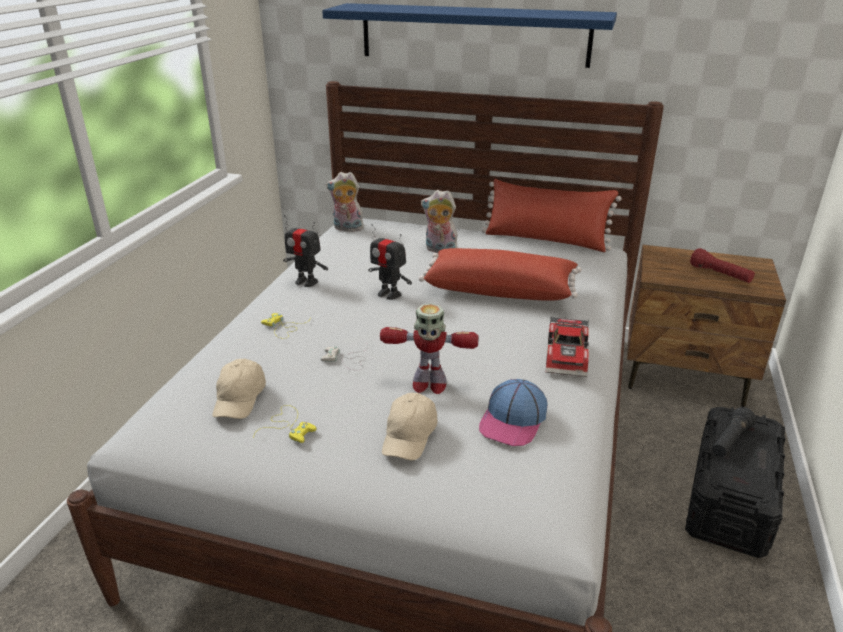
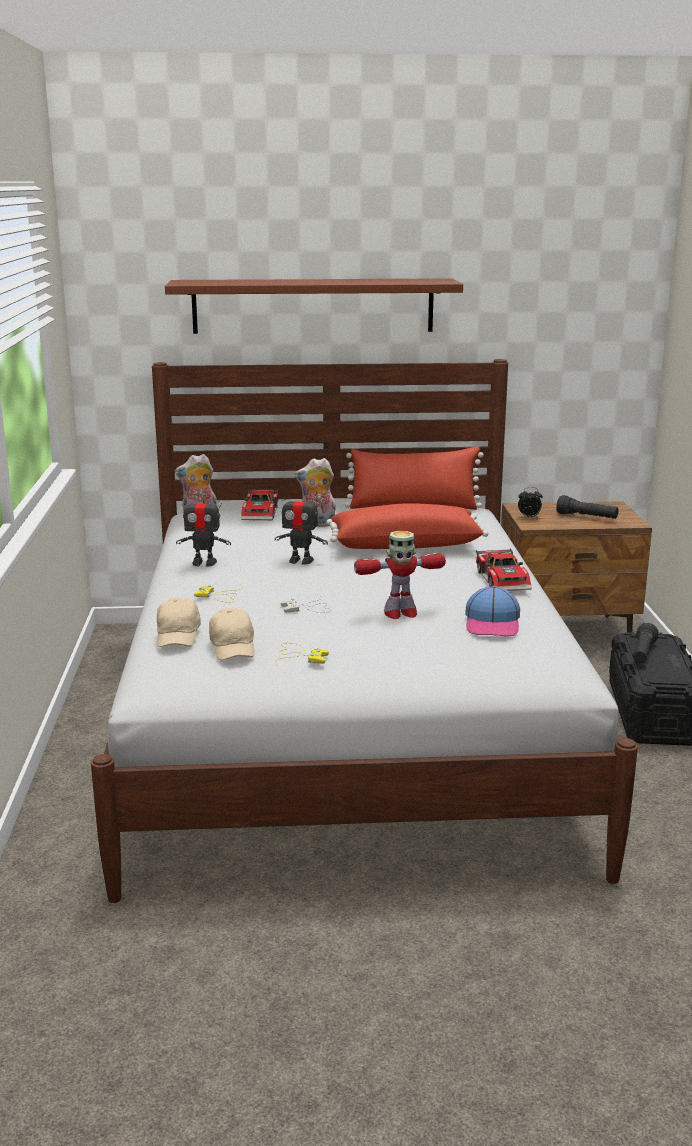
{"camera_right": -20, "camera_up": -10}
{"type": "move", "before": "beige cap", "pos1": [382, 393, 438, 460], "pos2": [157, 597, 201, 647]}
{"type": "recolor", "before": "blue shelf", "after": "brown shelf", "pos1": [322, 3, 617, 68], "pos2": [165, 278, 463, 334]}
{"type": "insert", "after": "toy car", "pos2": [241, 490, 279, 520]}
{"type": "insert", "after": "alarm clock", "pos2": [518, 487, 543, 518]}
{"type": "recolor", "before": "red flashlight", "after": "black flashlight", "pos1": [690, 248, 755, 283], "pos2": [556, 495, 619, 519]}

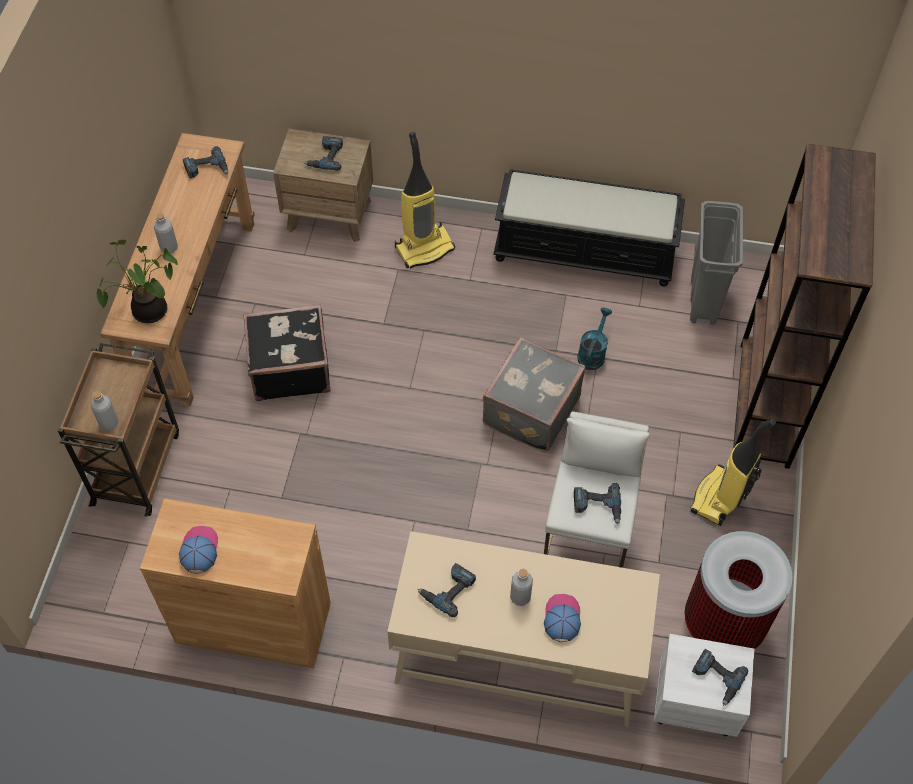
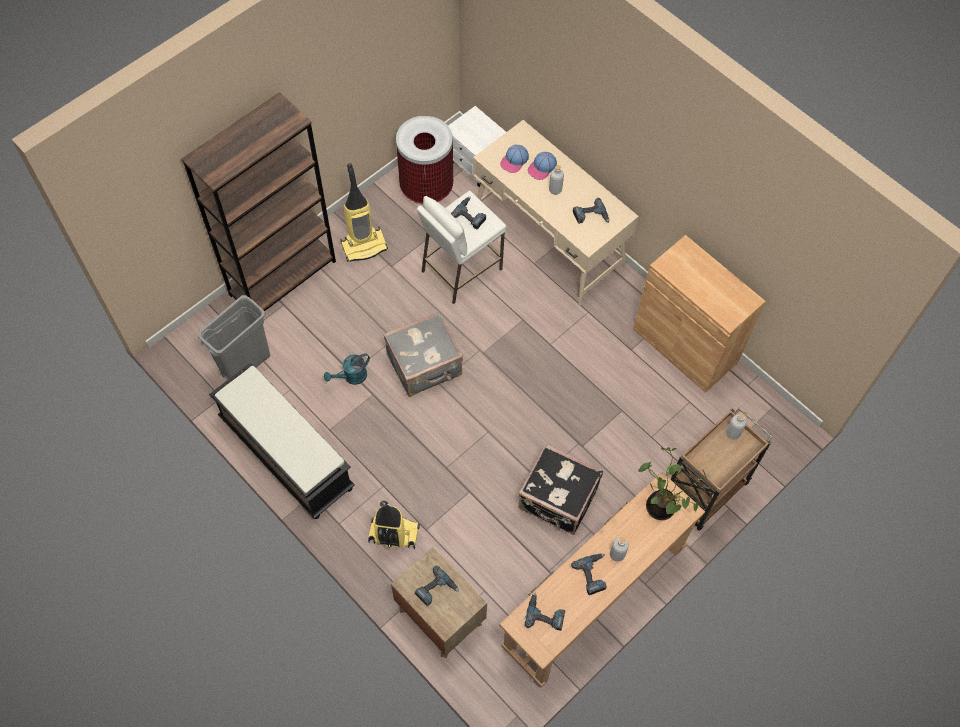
{"camera_right": -145, "camera_up": 5}
{"type": "move", "before": "cap", "pos1": [179, 526, 218, 574], "pos2": [500, 145, 529, 173]}
{"type": "move", "before": "power drill", "pos1": [692, 649, 748, 706], "pos2": [571, 553, 607, 595]}

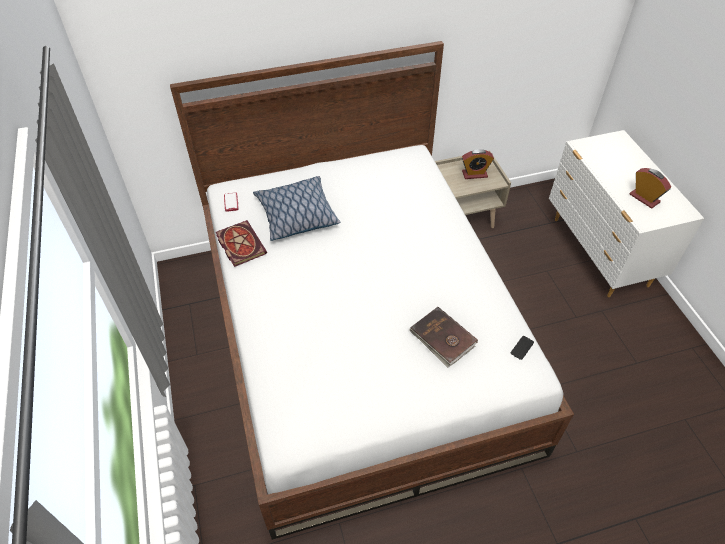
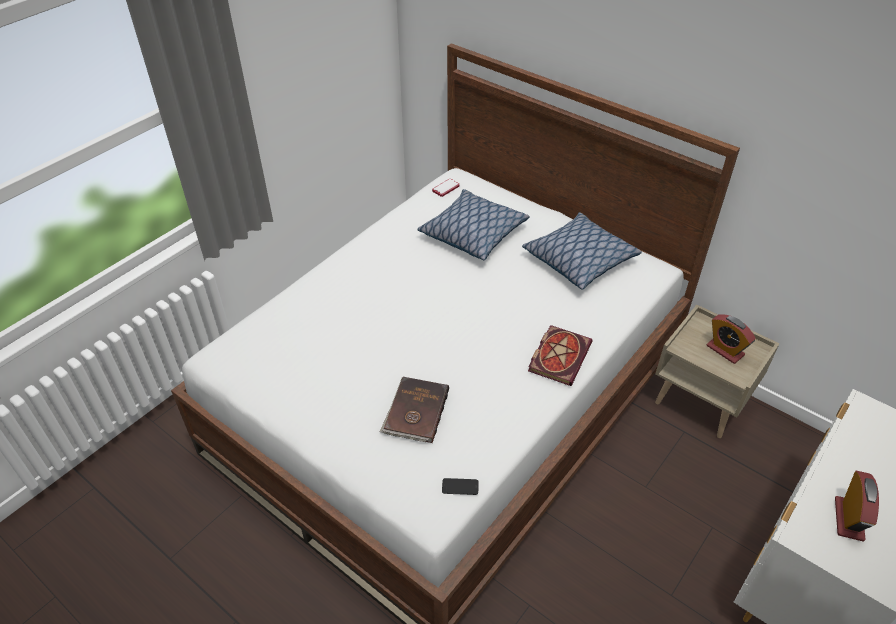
{"camera_right": 55, "camera_up": -5}
{"type": "insert", "after": "pillow", "pos2": [522, 212, 642, 290]}
{"type": "move", "before": "book", "pos1": [216, 220, 267, 267], "pos2": [528, 325, 593, 386]}

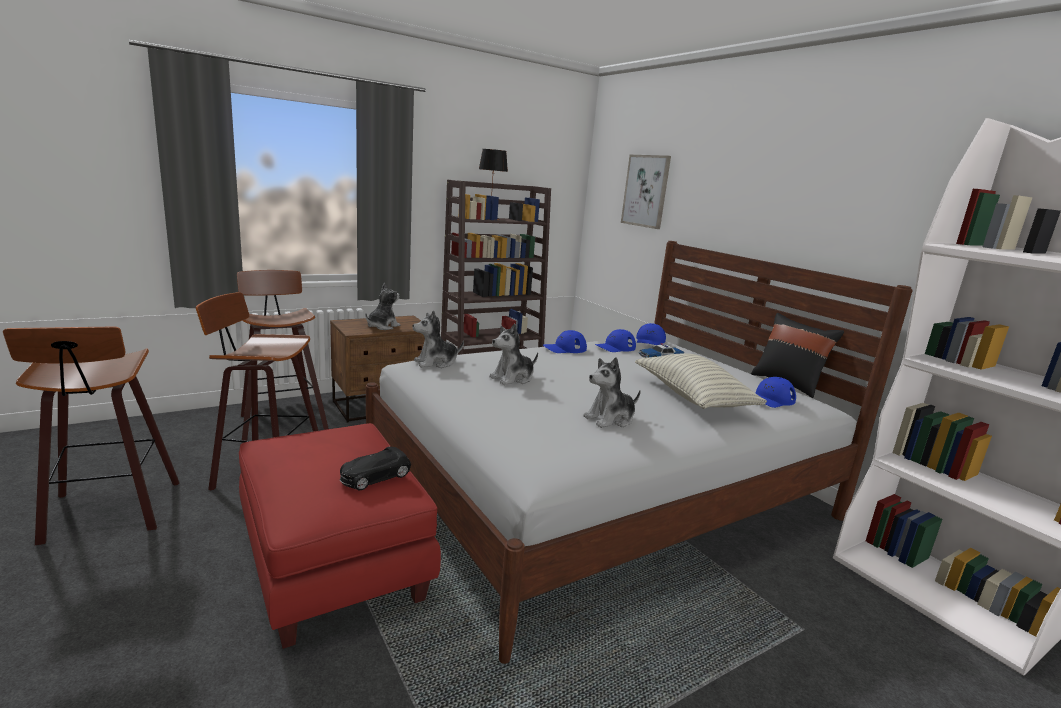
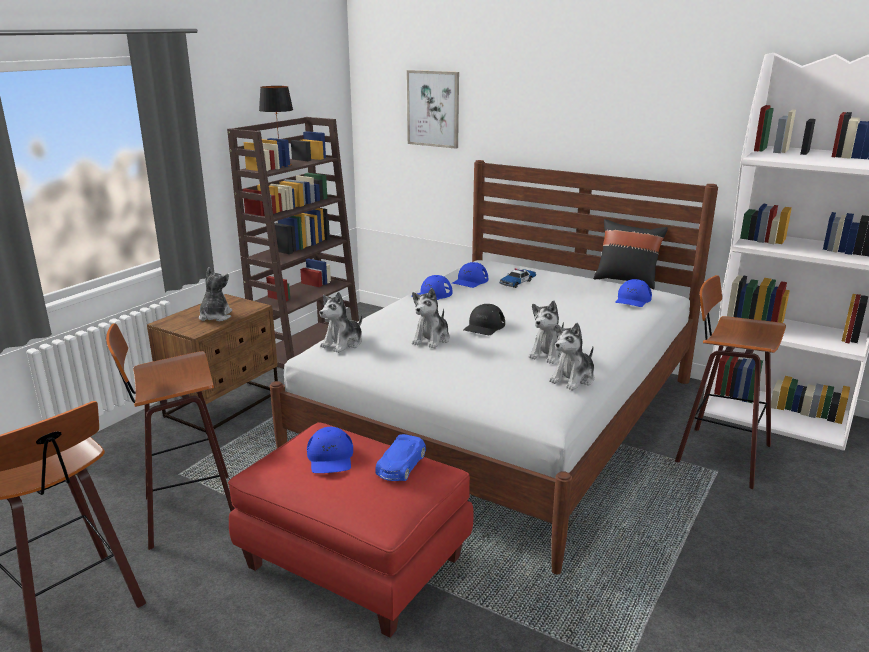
{"camera_right": -25, "camera_up": 5}
{"type": "move", "before": "blue cap", "pos1": [636, 323, 666, 345], "pos2": [307, 427, 353, 473]}
{"type": "recolor", "before": "black toy car", "after": "blue toy car", "pos1": [340, 447, 411, 491], "pos2": [375, 434, 426, 481]}
{"type": "insert", "after": "black cap", "pos2": [463, 304, 505, 335]}
{"type": "insert", "after": "plush toy", "pos2": [549, 323, 594, 390]}
{"type": "move", "before": "stool", "pos1": [237, 270, 329, 443], "pos2": [675, 275, 786, 489]}
{"type": "delete", "before": "pillow", "pos1": [635, 353, 767, 409]}

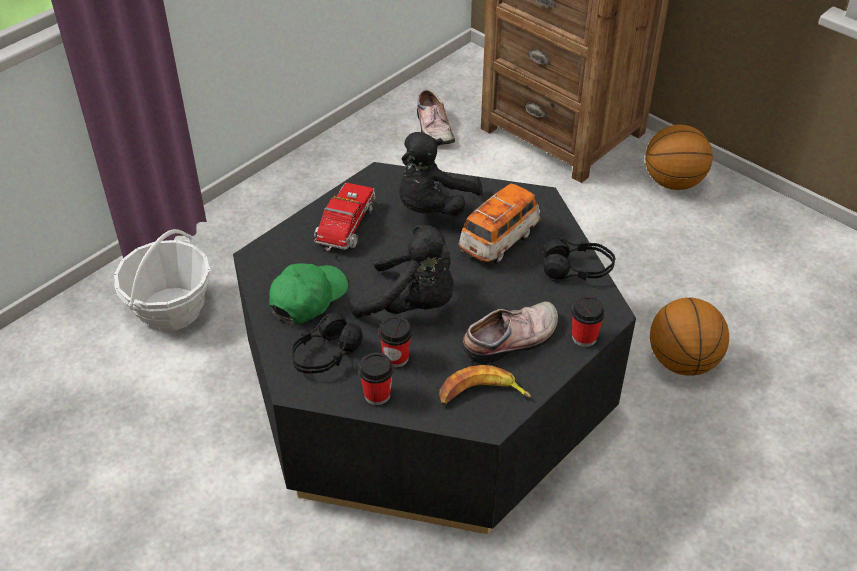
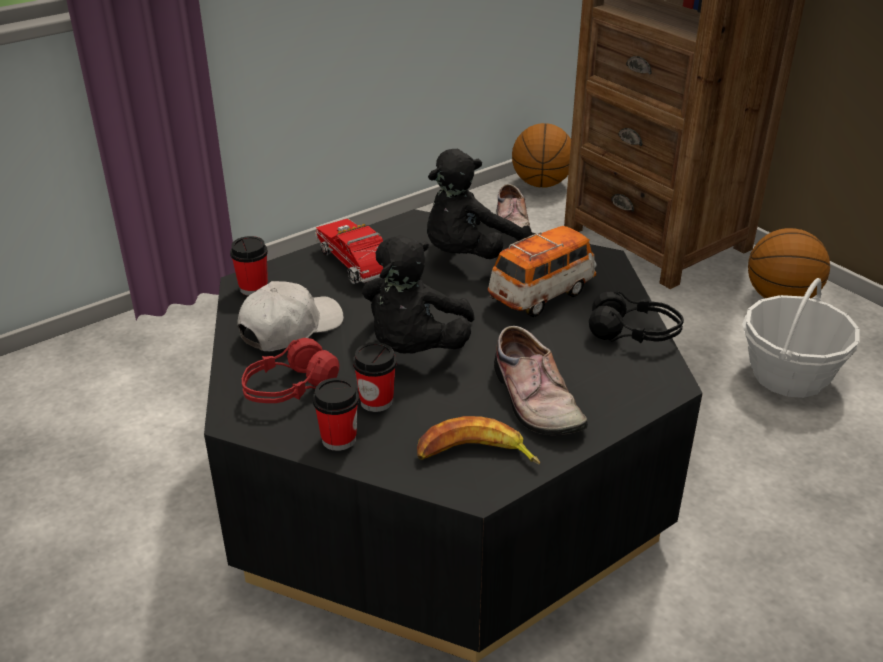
{"camera_right": 10, "camera_up": -10}
{"type": "move", "before": "cup", "pos1": [572, 296, 605, 347], "pos2": [230, 236, 268, 296]}
{"type": "recolor", "before": "green cap", "after": "white cap", "pos1": [269, 263, 348, 324], "pos2": [237, 281, 344, 351]}
{"type": "recolor", "before": "black headphones", "after": "red headphones", "pos1": [292, 313, 363, 374], "pos2": [242, 338, 340, 403]}
{"type": "rotate", "before": "toy truck", "pos1": [314, 183, 376, 251], "pos2": [315, 219, 383, 284], "turn": -60}
{"type": "rotate", "before": "black plush toy", "pos1": [350, 224, 454, 318], "pos2": [362, 235, 475, 353], "turn": 75}
{"type": "rotate", "before": "shoe", "pos1": [462, 301, 558, 364], "pos2": [494, 326, 588, 435], "turn": 90}
{"type": "move", "before": "basketball", "pos1": [650, 298, 729, 376], "pos2": [512, 123, 571, 188]}
{"type": "move", "before": "basket", "pos1": [114, 229, 210, 331], "pos2": [742, 278, 860, 398]}

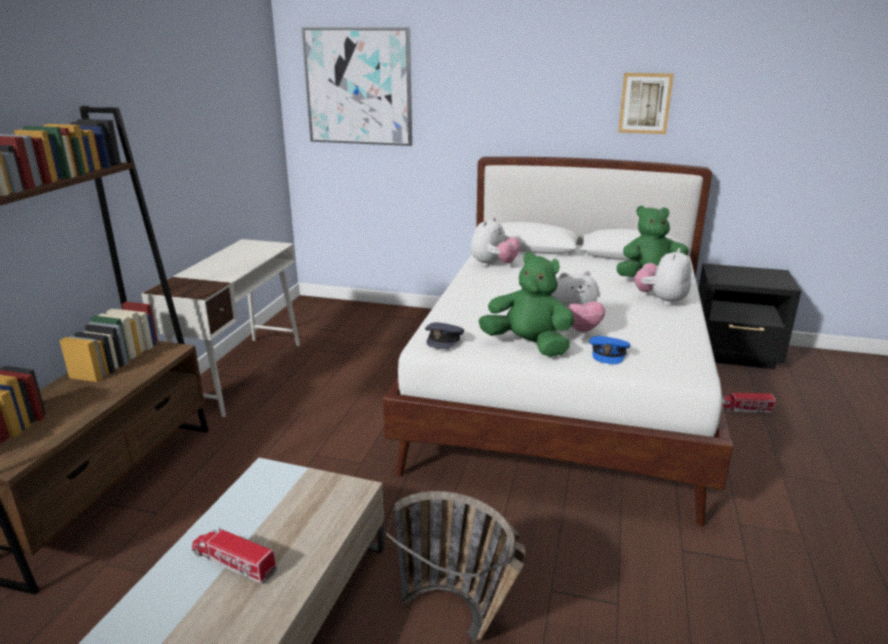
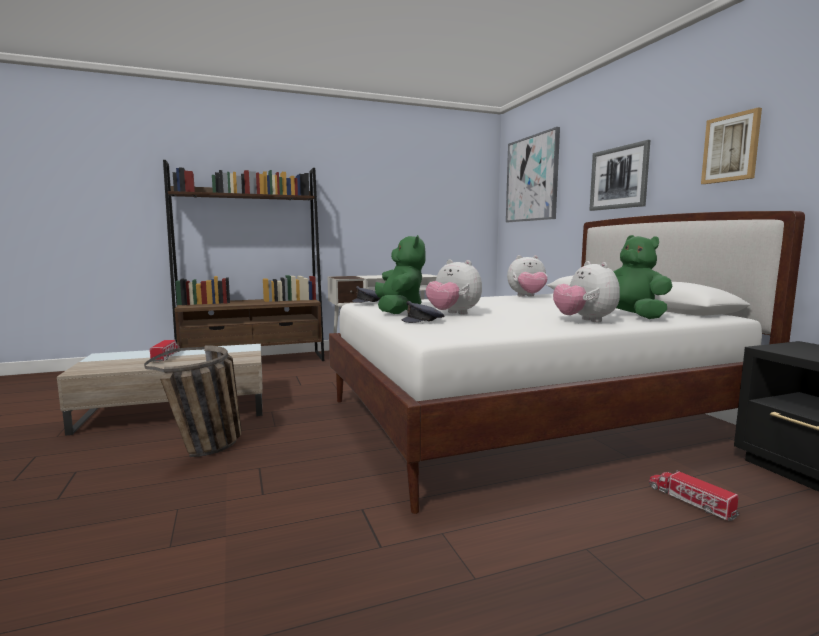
{"camera_right": 55, "camera_up": -15}
{"type": "recolor", "before": "blue cap", "after": "grey cap", "pos1": [589, 336, 630, 364], "pos2": [401, 301, 444, 323]}
{"type": "rotate", "before": "plush toy", "pos1": [635, 248, 691, 306], "pos2": [553, 261, 620, 322], "turn": -105}
{"type": "insert", "after": "picture", "pos2": [589, 140, 650, 211]}

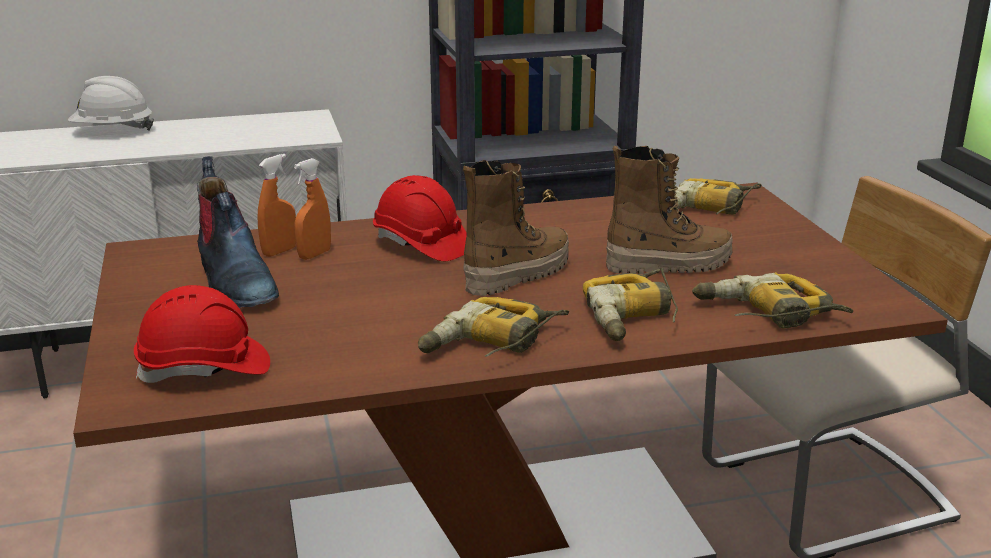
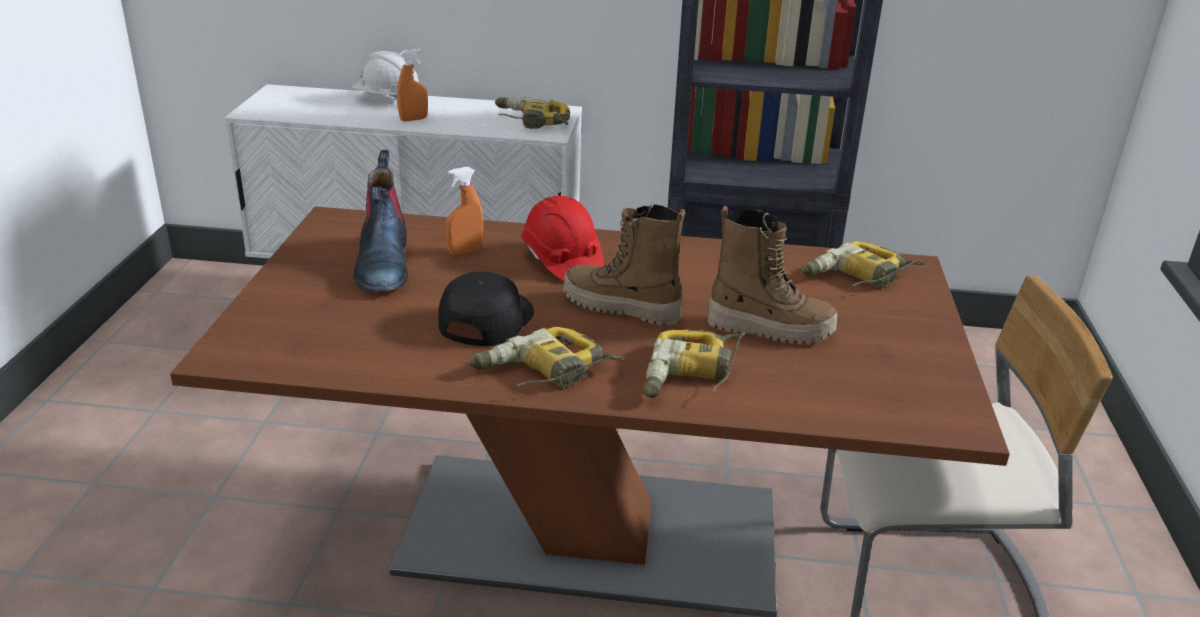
{"camera_right": 20, "camera_up": 5}
{"type": "move", "before": "orange spray bottle", "pos1": [257, 154, 296, 257], "pos2": [397, 49, 428, 122]}
{"type": "insert", "after": "black cap", "pos2": [438, 272, 534, 346]}
{"type": "move", "before": "power drill", "pos1": [692, 272, 853, 329], "pos2": [495, 97, 570, 129]}
{"type": "rotate", "before": "boot", "pos1": [463, 160, 569, 296], "pos2": [563, 204, 685, 326], "turn": -135}
{"type": "delete", "before": "red hard hat", "pos1": [134, 285, 270, 383]}

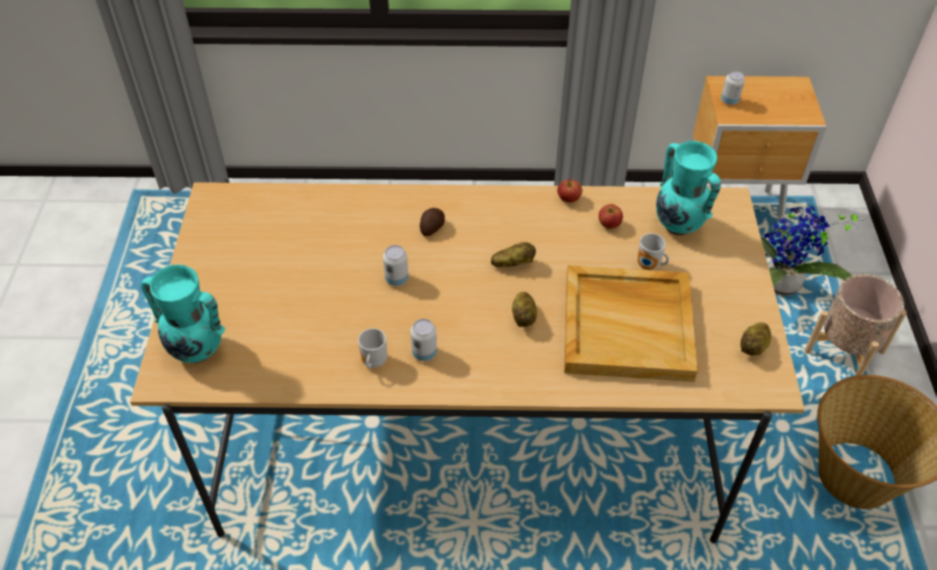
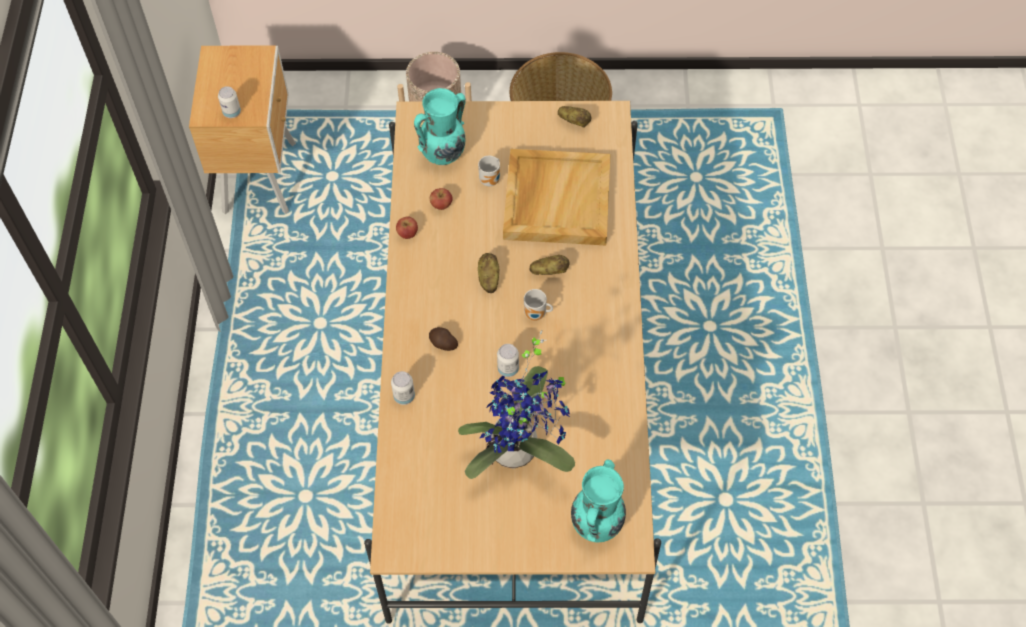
{"camera_right": -90, "camera_up": 10}
{"type": "move", "before": "can", "pos1": [411, 319, 437, 361], "pos2": [391, 371, 415, 405]}
{"type": "move", "before": "potted plant", "pos1": [761, 205, 866, 296], "pos2": [458, 330, 575, 479]}
{"type": "move", "before": "mug", "pos1": [358, 328, 387, 369], "pos2": [524, 289, 553, 321]}

